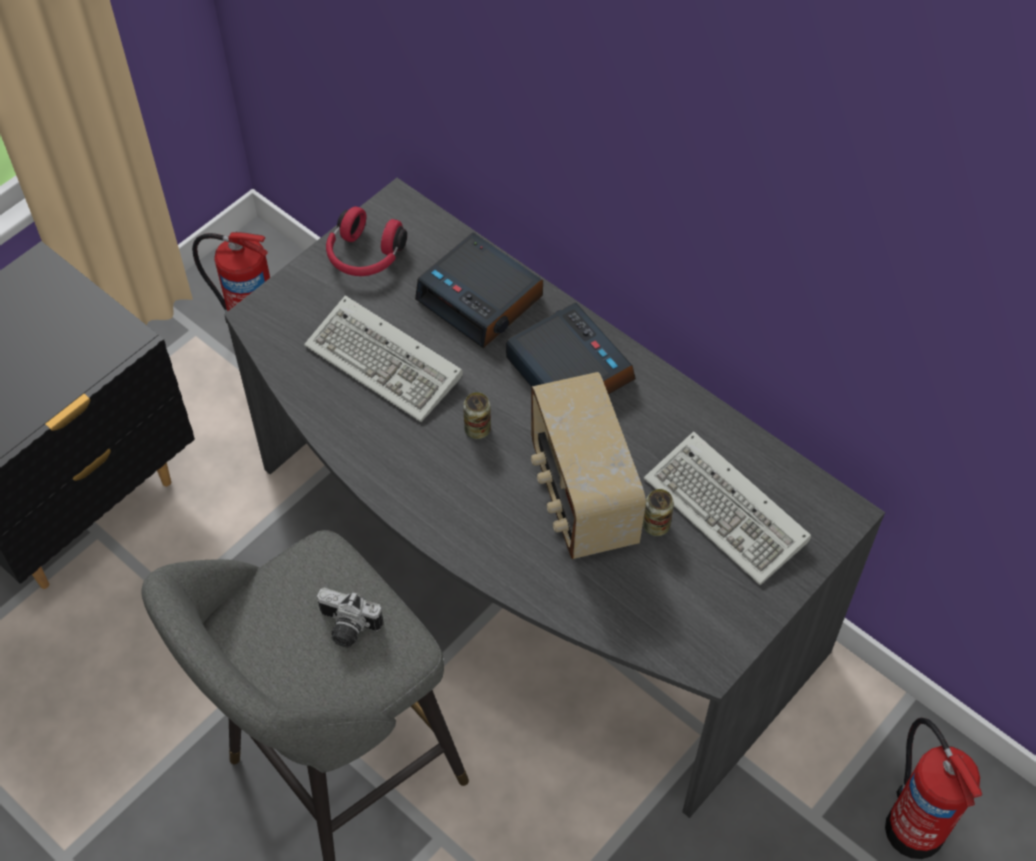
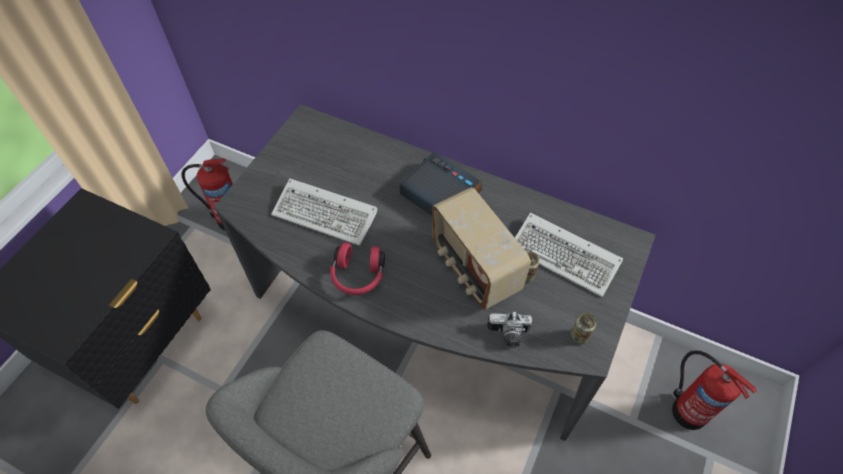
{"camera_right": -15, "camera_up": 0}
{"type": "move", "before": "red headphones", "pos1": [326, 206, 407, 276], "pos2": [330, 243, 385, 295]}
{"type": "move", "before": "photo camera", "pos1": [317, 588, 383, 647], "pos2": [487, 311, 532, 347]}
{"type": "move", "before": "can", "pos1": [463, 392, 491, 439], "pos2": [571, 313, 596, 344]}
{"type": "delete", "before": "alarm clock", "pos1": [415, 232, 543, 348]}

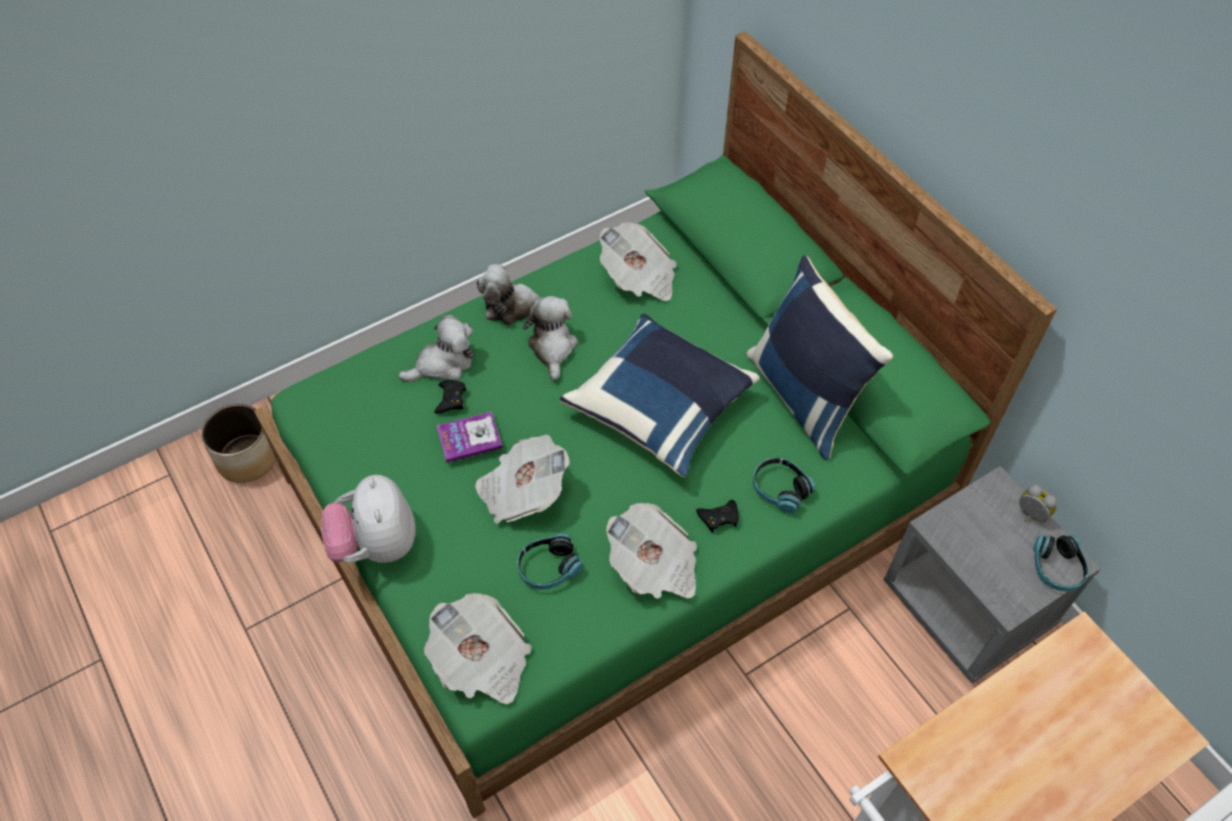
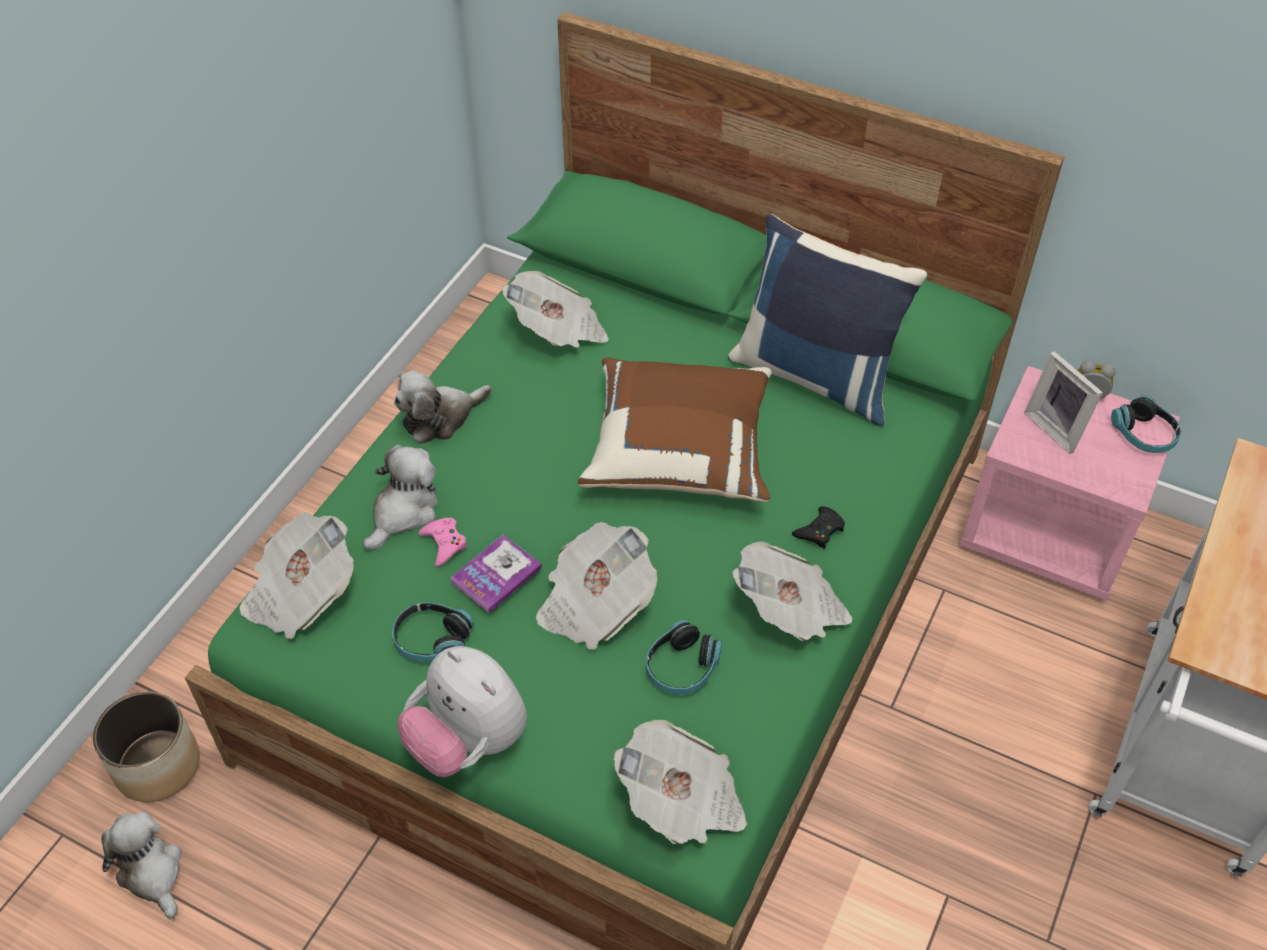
{"camera_right": -30, "camera_up": -5}
{"type": "move", "before": "plush toy", "pos1": [523, 296, 578, 381], "pos2": [101, 812, 182, 919]}
{"type": "insert", "after": "newspaper", "pos2": [240, 512, 354, 639]}
{"type": "move", "before": "headphones", "pos1": [753, 457, 815, 514], "pos2": [392, 602, 474, 662]}
{"type": "recolor", "before": "black game controller", "after": "pink game controller", "pos1": [434, 380, 466, 414], "pos2": [418, 518, 467, 567]}
{"type": "recolor", "before": "blue pillow", "after": "brown pillow", "pos1": [560, 314, 760, 477], "pos2": [578, 358, 772, 502]}
{"type": "recolor", "before": "grey nightstand", "after": "pink nightstand", "pos1": [884, 466, 1101, 683], "pos2": [960, 366, 1180, 601]}
{"type": "insert", "after": "picture frame", "pos2": [1024, 351, 1103, 454]}

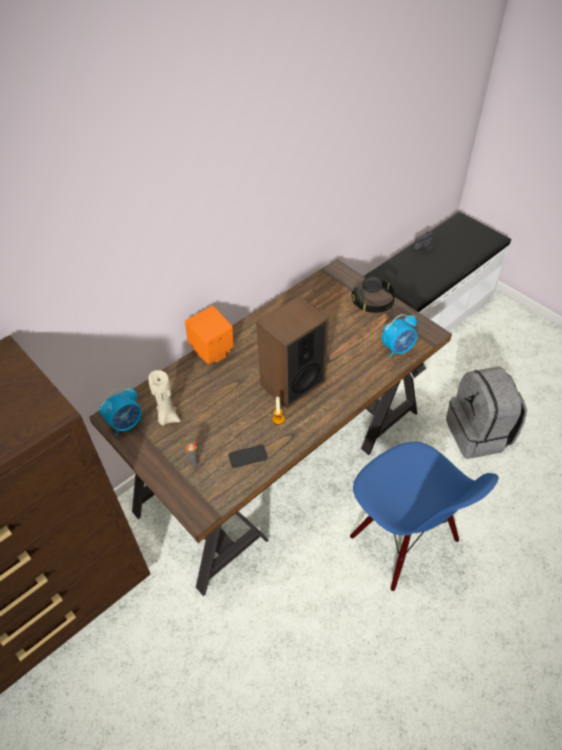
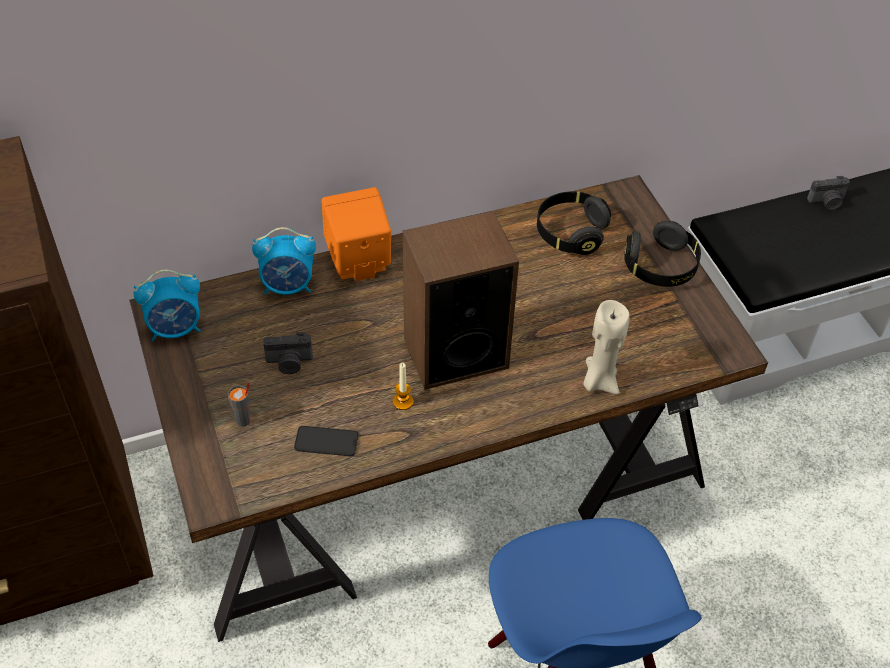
{"camera_right": 20, "camera_up": 0}
{"type": "move", "before": "alarm clock", "pos1": [382, 314, 417, 358], "pos2": [252, 227, 316, 295]}
{"type": "insert", "after": "photo camera", "pos2": [263, 332, 313, 374]}
{"type": "insert", "after": "black headphones", "pos2": [537, 192, 611, 255]}
{"type": "move", "before": "beige candle", "pos1": [148, 370, 180, 426], "pos2": [583, 300, 630, 394]}
{"type": "delete", "before": "grey backpack", "pos1": [446, 366, 527, 459]}

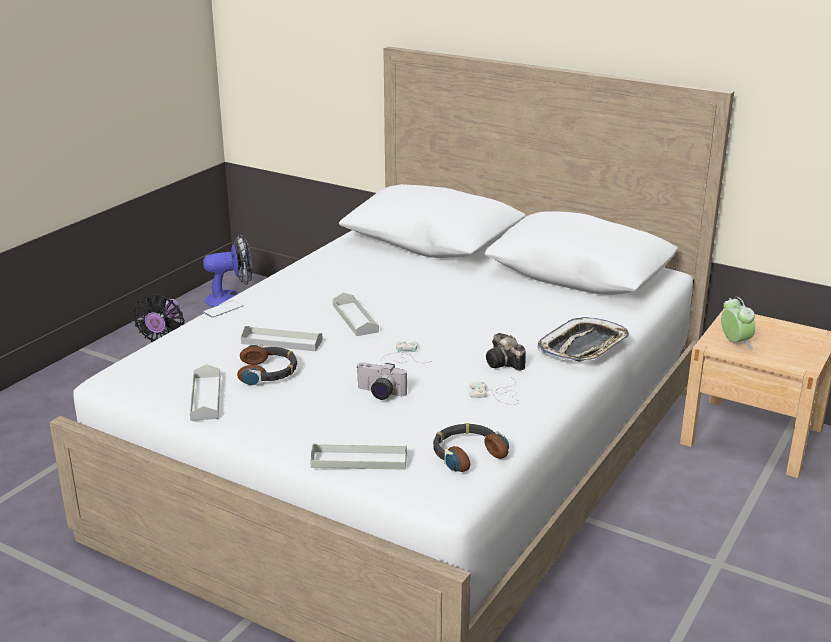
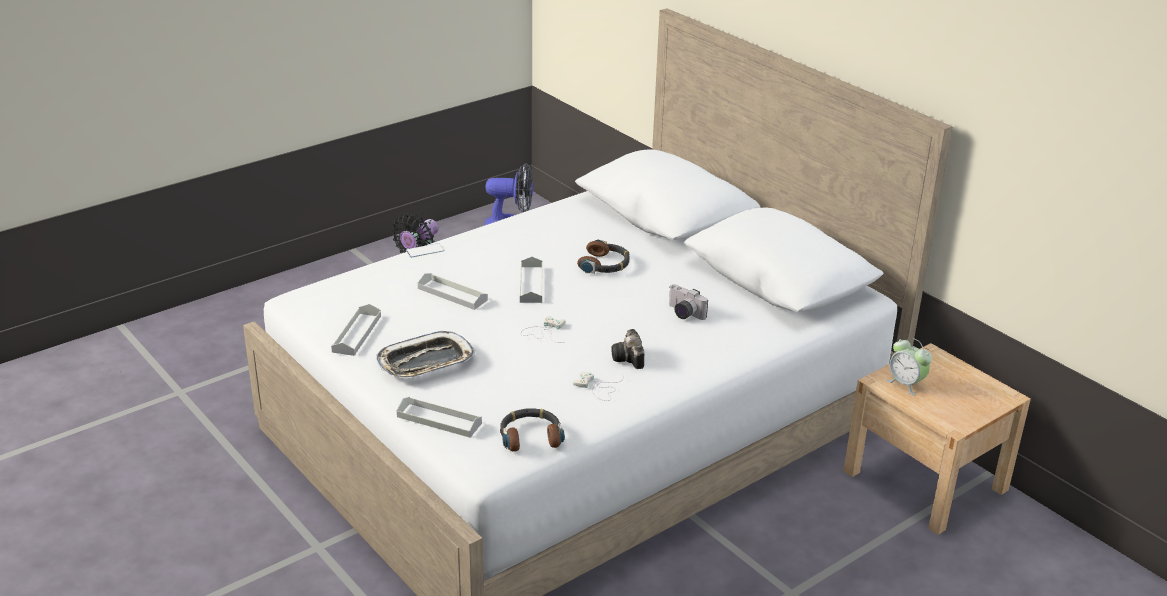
{"camera_right": 20, "camera_up": 5}
{"type": "move", "before": "tray", "pos1": [538, 317, 629, 361], "pos2": [376, 331, 475, 379]}
{"type": "move", "before": "headphones", "pos1": [237, 344, 297, 386], "pos2": [577, 239, 630, 274]}
{"type": "move", "before": "photo camera", "pos1": [356, 362, 407, 400], "pos2": [669, 284, 708, 320]}
{"type": "rotate", "before": "alarm clock", "pos1": [721, 297, 755, 349], "pos2": [886, 338, 932, 396], "turn": 135}

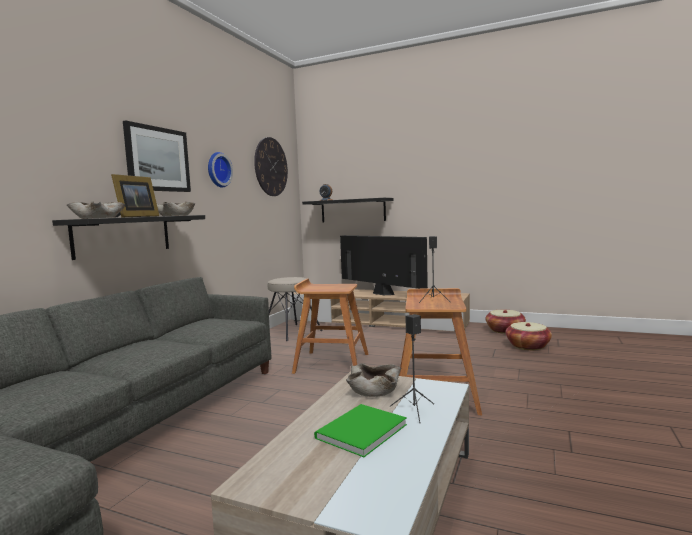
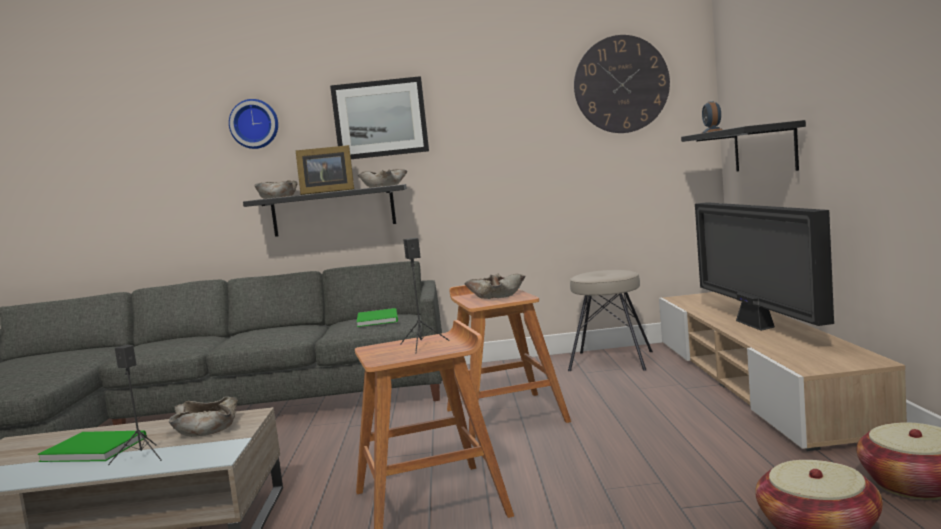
{"camera_right": 65, "camera_up": 0}
{"type": "move", "before": "wall clock", "pos1": [208, 152, 233, 188], "pos2": [229, 99, 278, 149]}
{"type": "insert", "after": "green book", "pos2": [357, 308, 398, 327]}
{"type": "insert", "after": "beige bowl", "pos2": [464, 273, 525, 299]}
{"type": "rotate", "before": "television", "pos1": [340, 235, 428, 295], "pos2": [695, 202, 834, 331], "turn": 150}

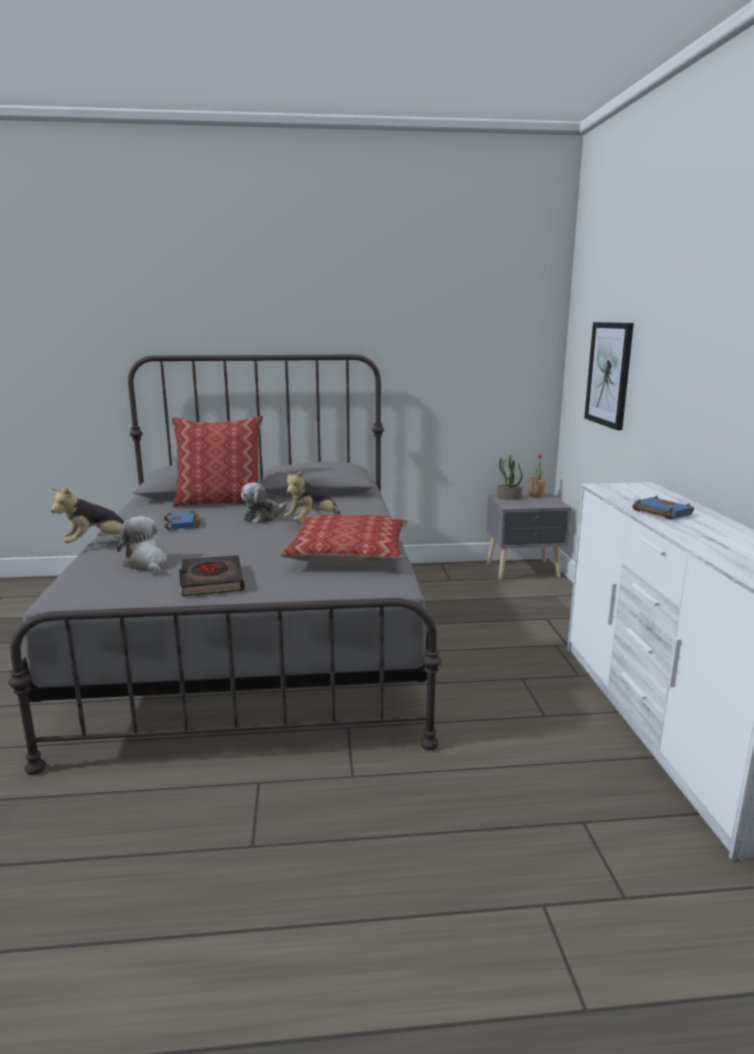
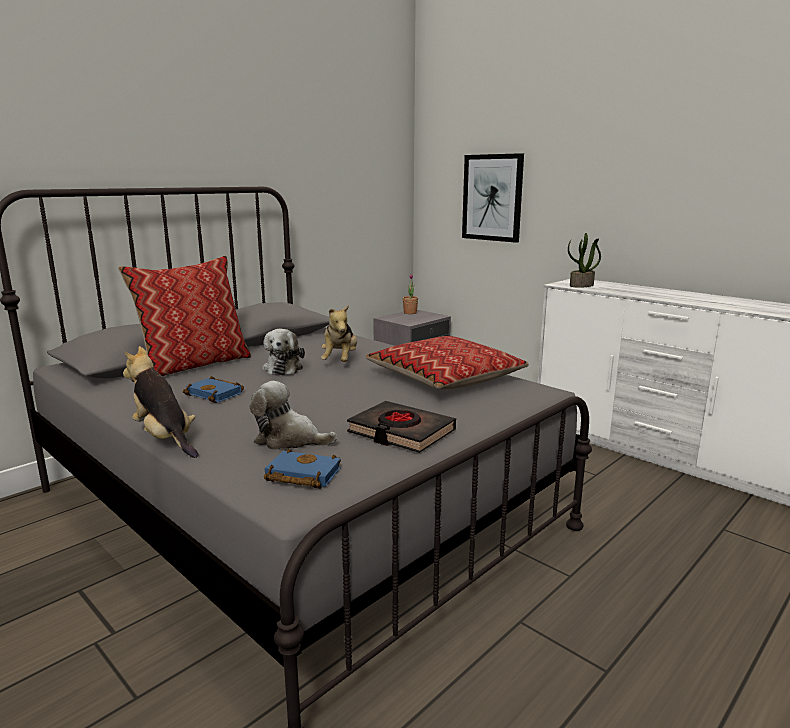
{"camera_right": -40, "camera_up": 0}
{"type": "rotate", "before": "plush toy", "pos1": [51, 487, 124, 543], "pos2": [123, 346, 198, 458], "turn": 120}
{"type": "move", "before": "blue book", "pos1": [632, 496, 694, 520], "pos2": [264, 449, 341, 489]}
{"type": "move", "before": "potted plant", "pos1": [497, 454, 522, 500], "pos2": [568, 233, 601, 288]}

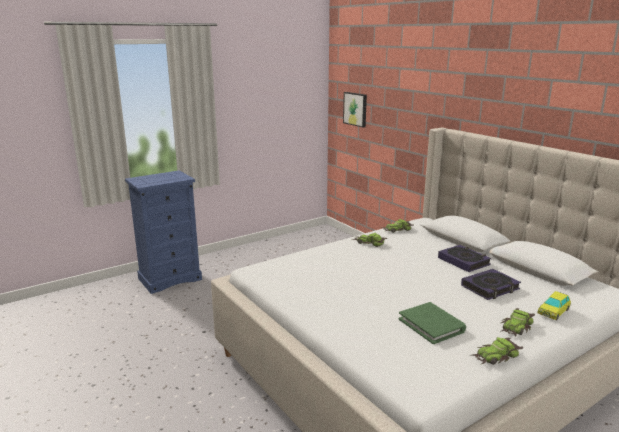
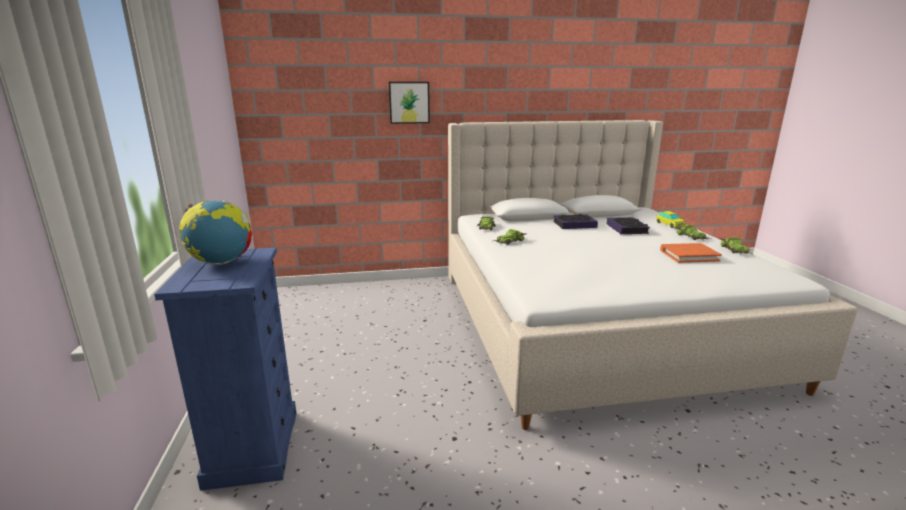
{"camera_right": -65, "camera_up": 0}
{"type": "insert", "after": "globe", "pos2": [179, 200, 252, 265]}
{"type": "move", "before": "picture", "pos1": [343, 92, 367, 127], "pos2": [389, 82, 430, 124]}
{"type": "recolor", "before": "green book", "after": "orange book", "pos1": [399, 302, 466, 344], "pos2": [660, 243, 722, 263]}

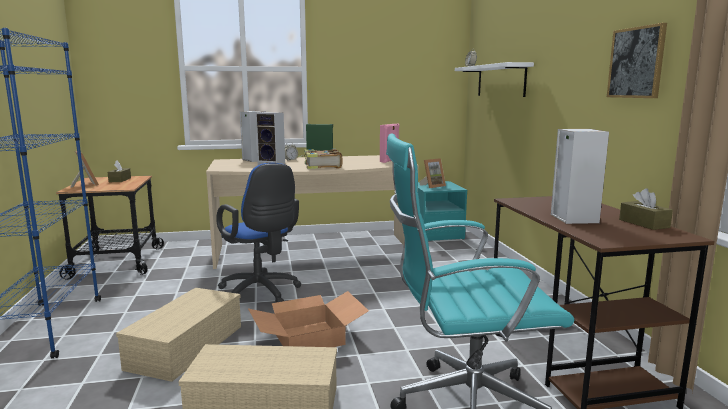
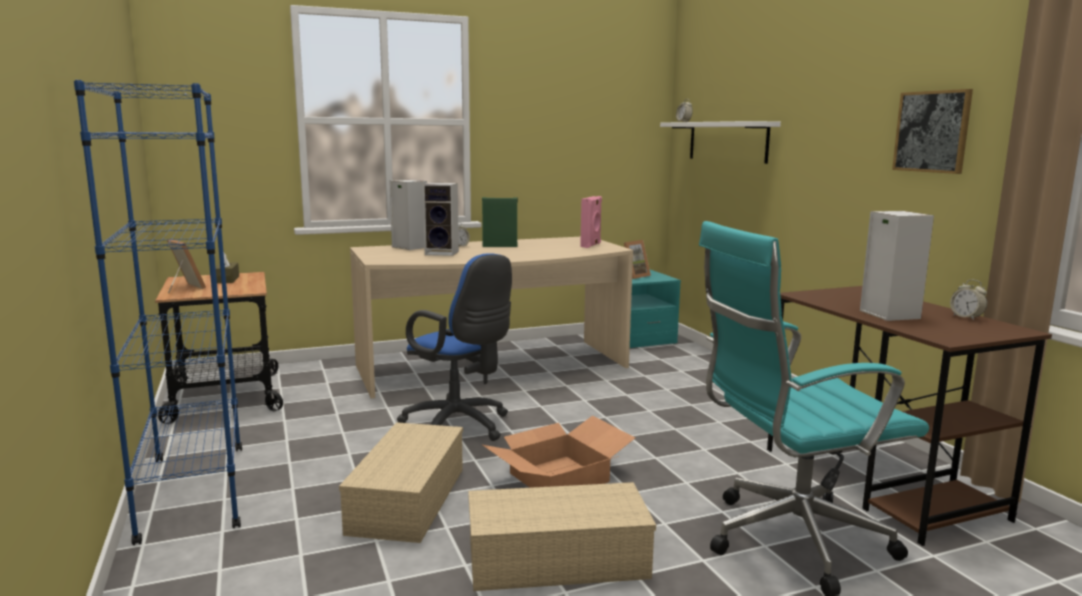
{"camera_right": -10, "camera_up": 0}
{"type": "replace", "before": "brown tissue box", "after": "alarm clock", "pos1": [619, 188, 673, 230], "pos2": [950, 280, 987, 320]}
{"type": "delete", "before": "book", "pos1": [298, 149, 342, 169]}

